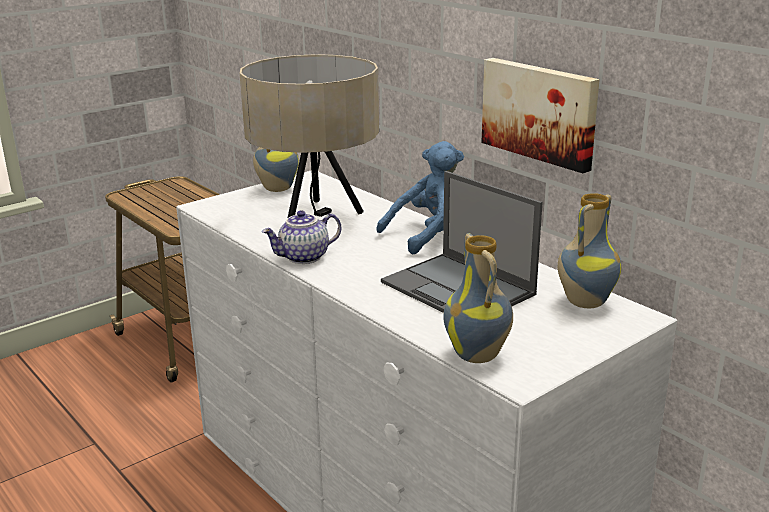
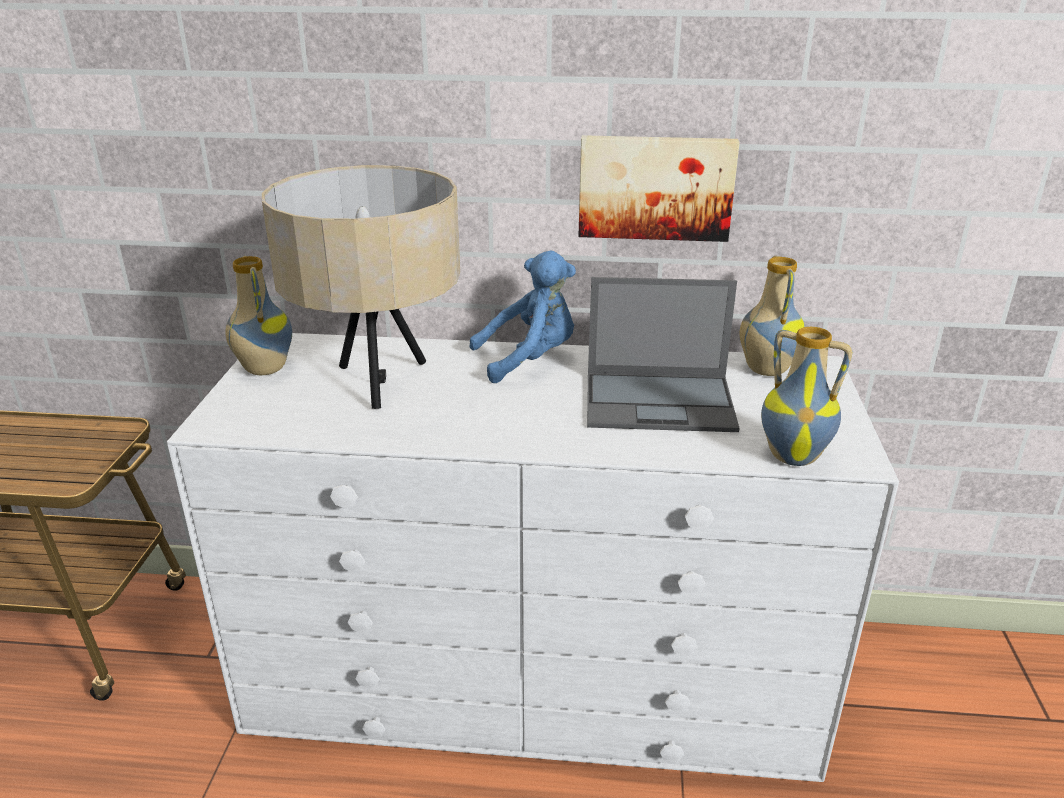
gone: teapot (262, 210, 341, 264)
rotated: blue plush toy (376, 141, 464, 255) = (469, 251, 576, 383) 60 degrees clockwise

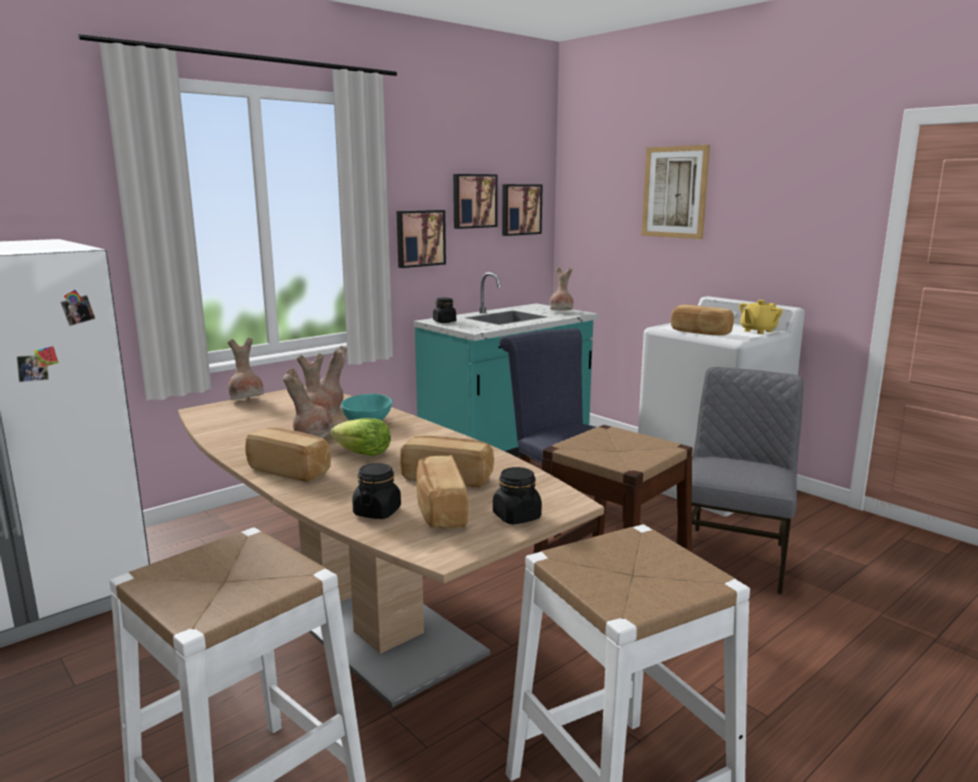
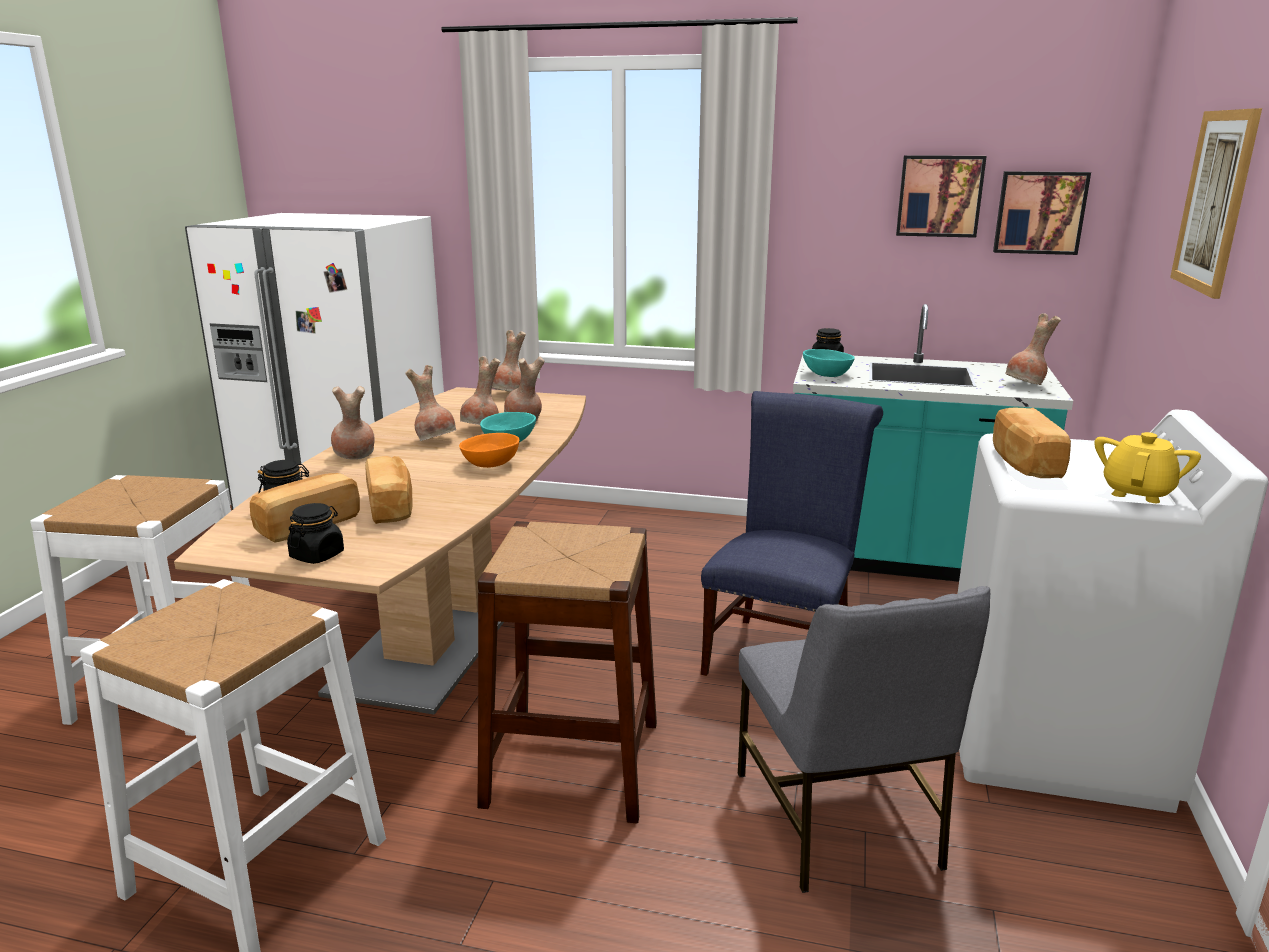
gone: picture (397, 210, 446, 268); lettuce (330, 418, 391, 456)
new: turquoise bowl (803, 349, 855, 377); orange bowl (459, 433, 519, 468)
swapped: bread (246, 428, 331, 482) to brown vase (331, 386, 375, 460)
rotated: yellow teapot (739, 300, 782, 334) = (1094, 432, 1201, 503) 105 degrees clockwise; grey chair (676, 367, 804, 594) = (738, 586, 990, 893) 90 degrees clockwise

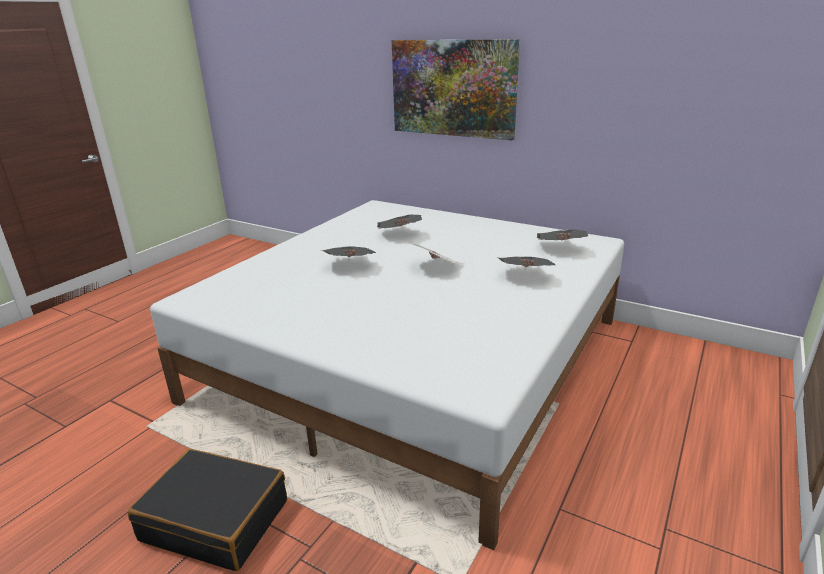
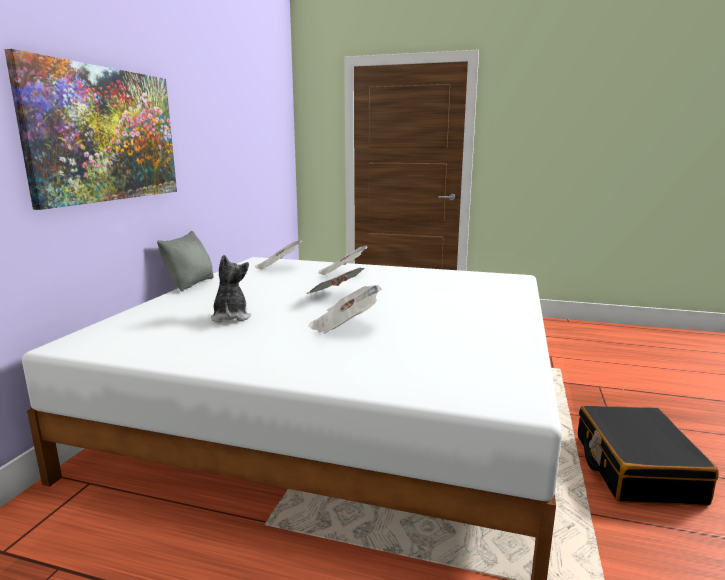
new: grey pillow (157, 231, 214, 292)
swapped: newspaper (377, 215, 422, 228) to plush toy (211, 255, 251, 322)

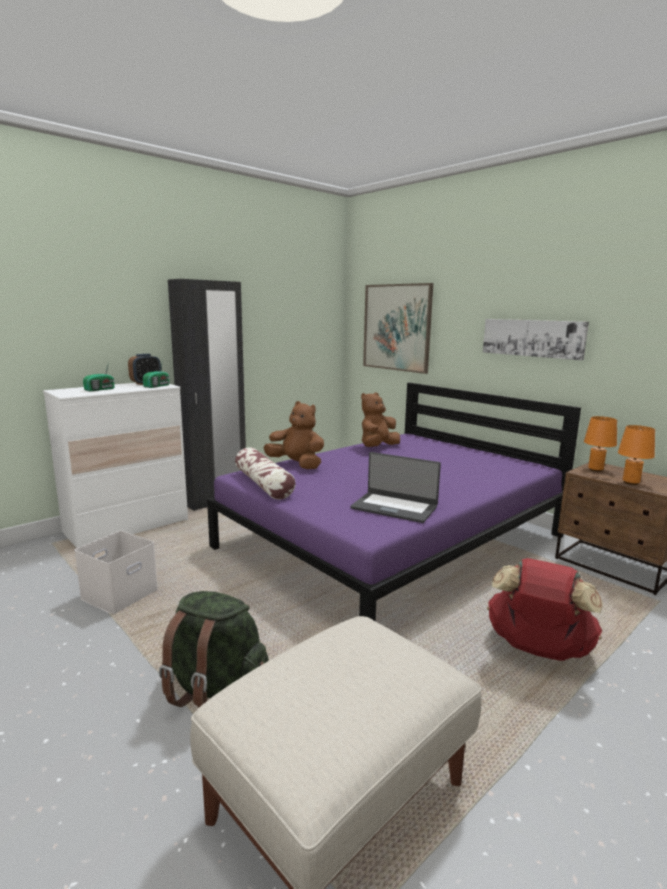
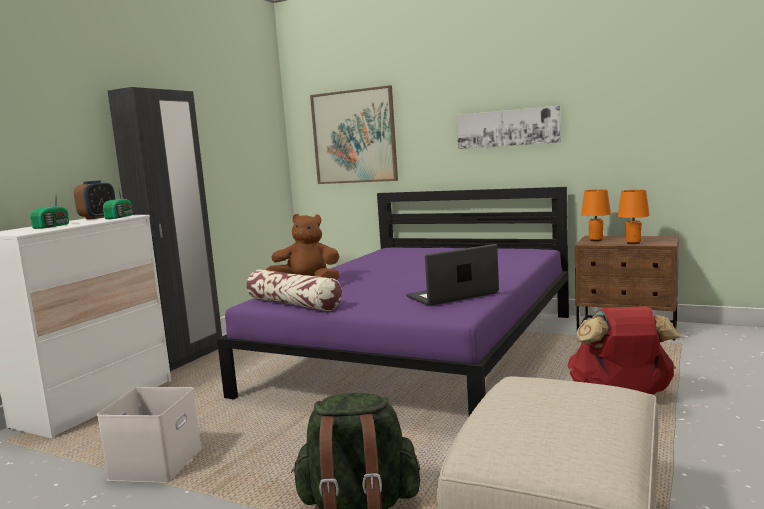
gone: brown plush toy (361, 392, 400, 447)
rotated: laptop (350, 452, 441, 523) = (406, 244, 499, 306) 150 degrees clockwise

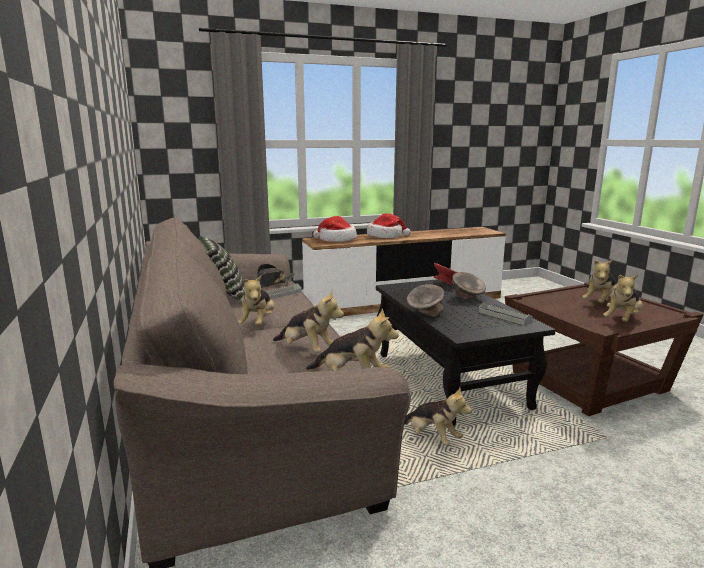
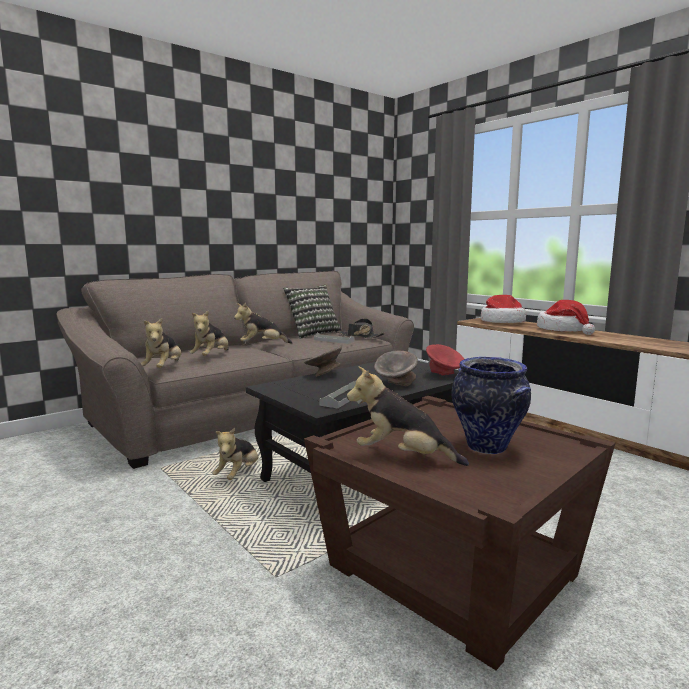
swapped: plush toy (582, 260, 617, 303) to vase (452, 357, 531, 454)

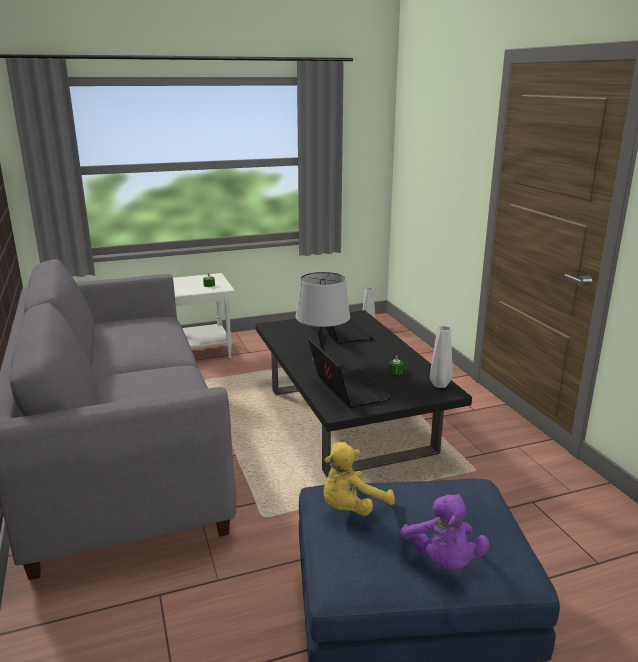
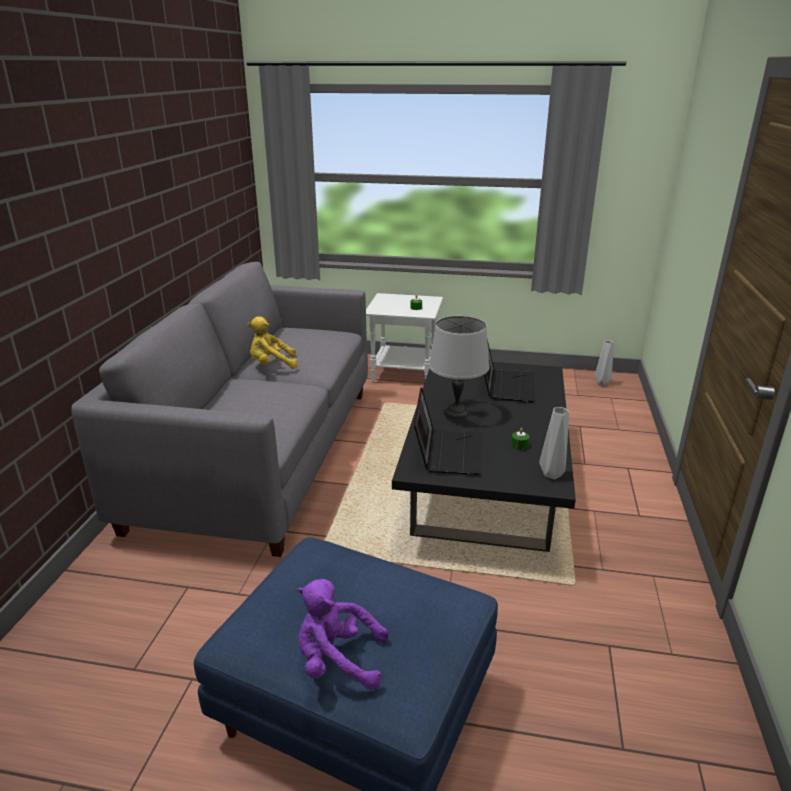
shifted: yellow plush toy (324, 442, 395, 516) to (248, 316, 298, 369)
rotated: purple plush toy (400, 494, 490, 570) = (297, 579, 388, 690) 75 degrees clockwise

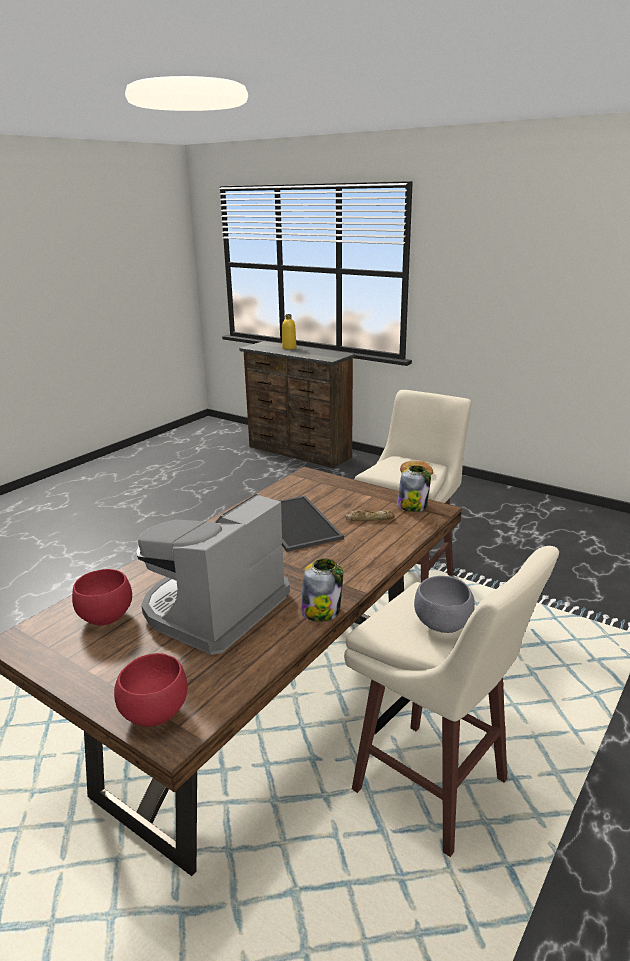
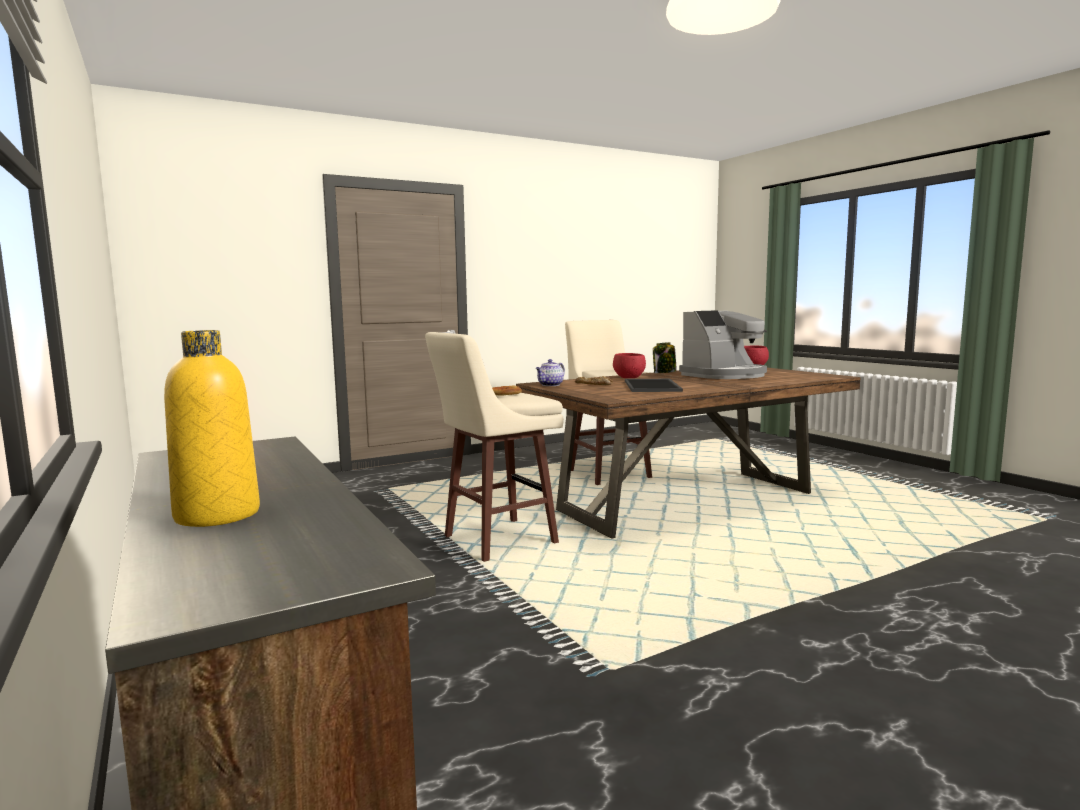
gone: grey bowl (414, 576, 475, 633)
shifted: red bowl (72, 569, 132, 625) to (613, 353, 646, 378)
swapped: jar (397, 465, 431, 512) to teapot (536, 359, 565, 386)

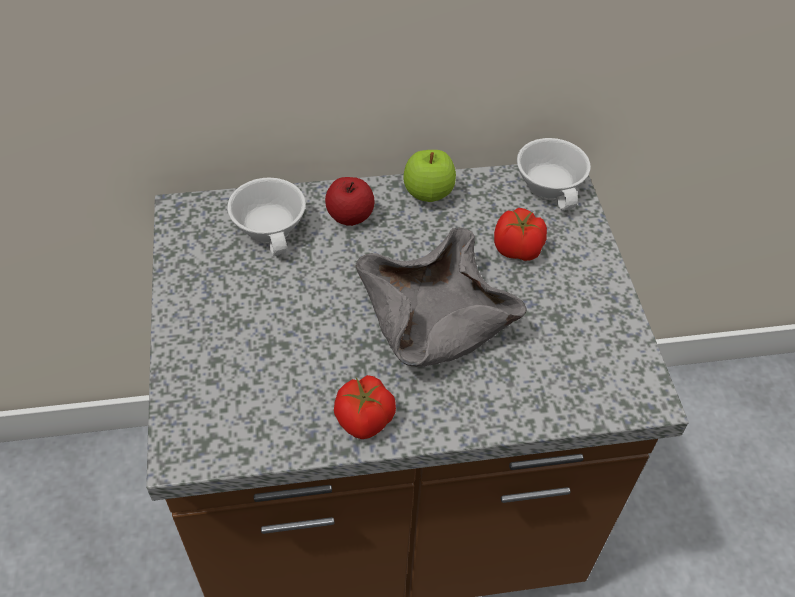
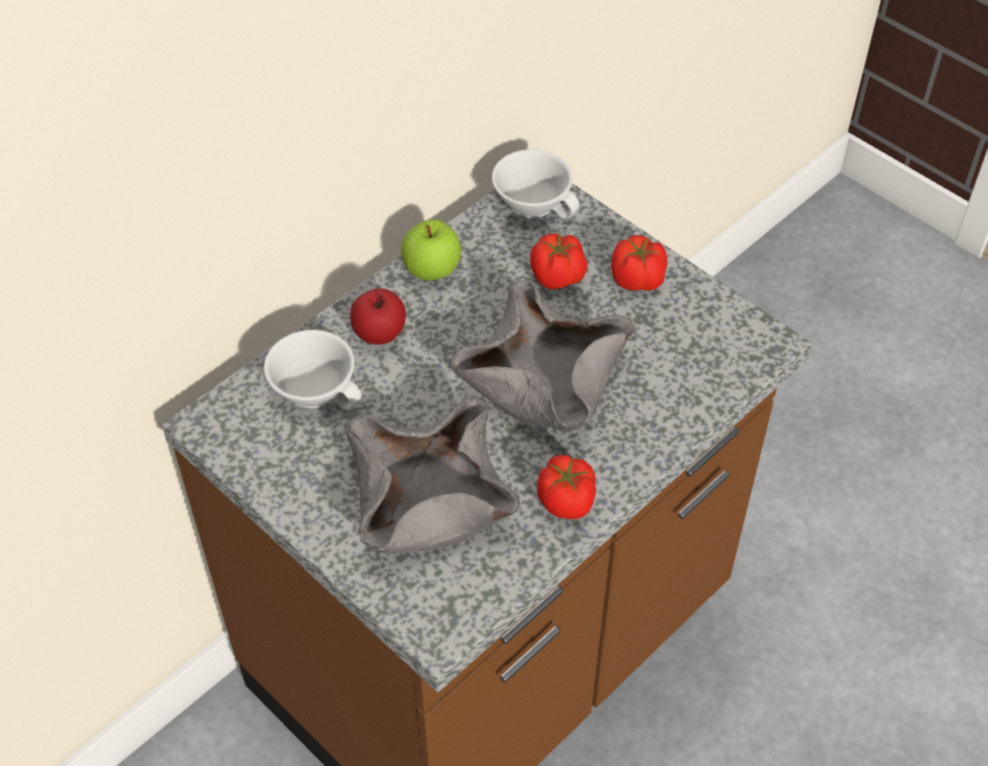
new: tomato (611, 235, 668, 291); grey bowl (345, 398, 520, 554)

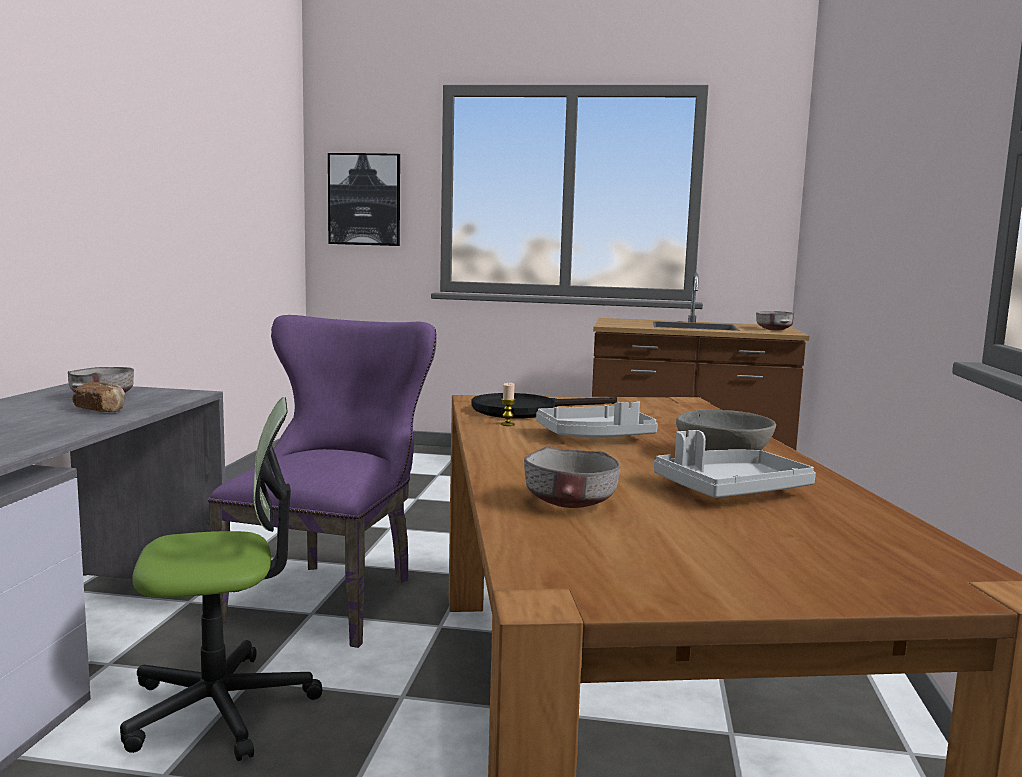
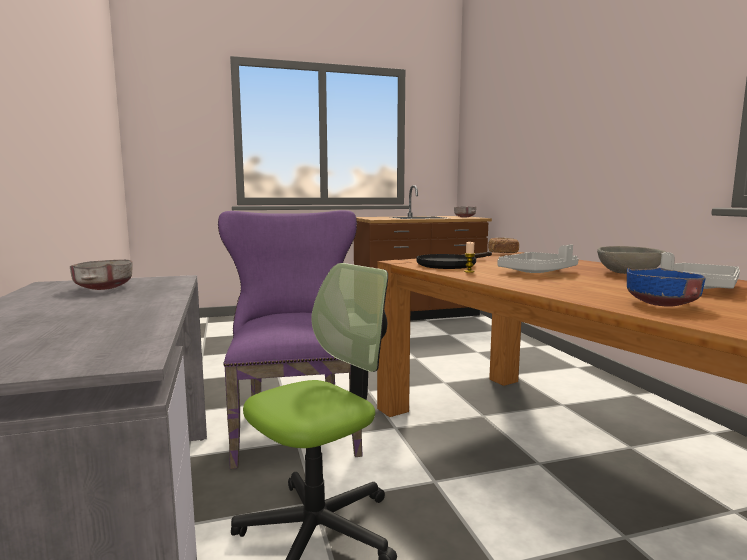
gone: picture (328, 153, 400, 246)
shifted: bread (72, 382, 125, 412) to (488, 238, 519, 253)
repainted: grey bowl (524, 446, 620, 508) to blue bowl (627, 268, 706, 307)

